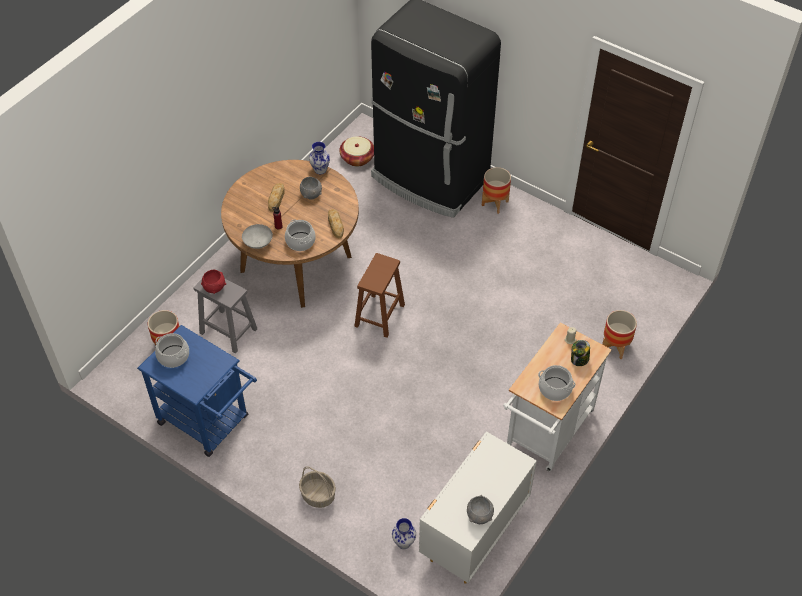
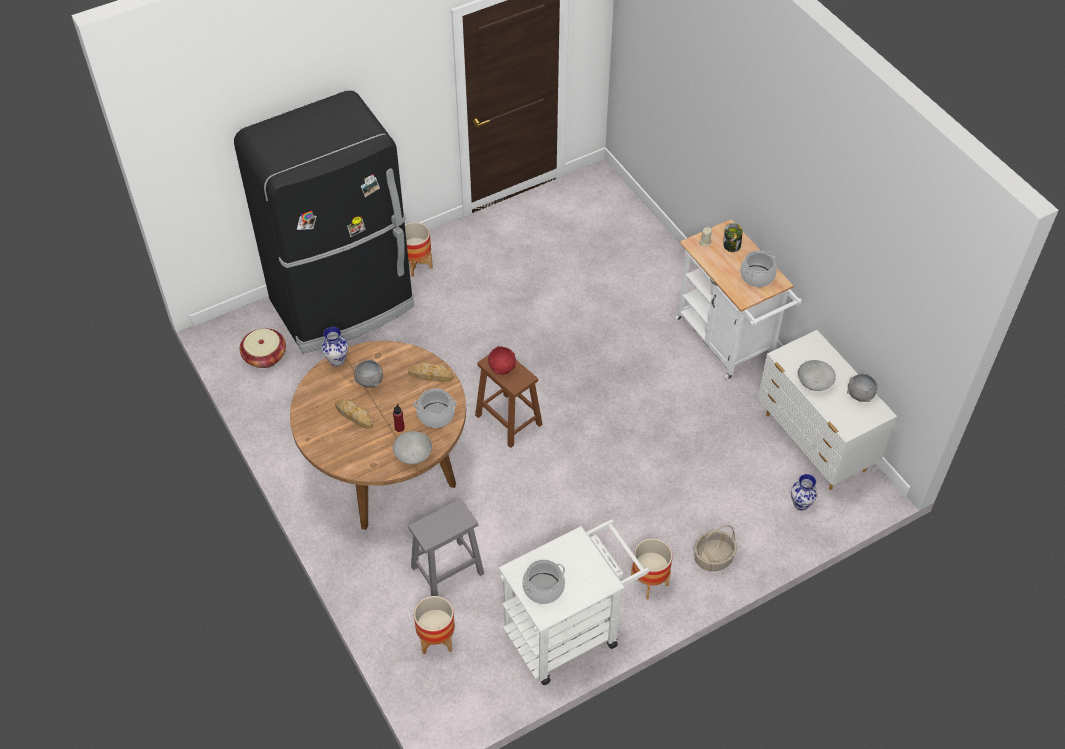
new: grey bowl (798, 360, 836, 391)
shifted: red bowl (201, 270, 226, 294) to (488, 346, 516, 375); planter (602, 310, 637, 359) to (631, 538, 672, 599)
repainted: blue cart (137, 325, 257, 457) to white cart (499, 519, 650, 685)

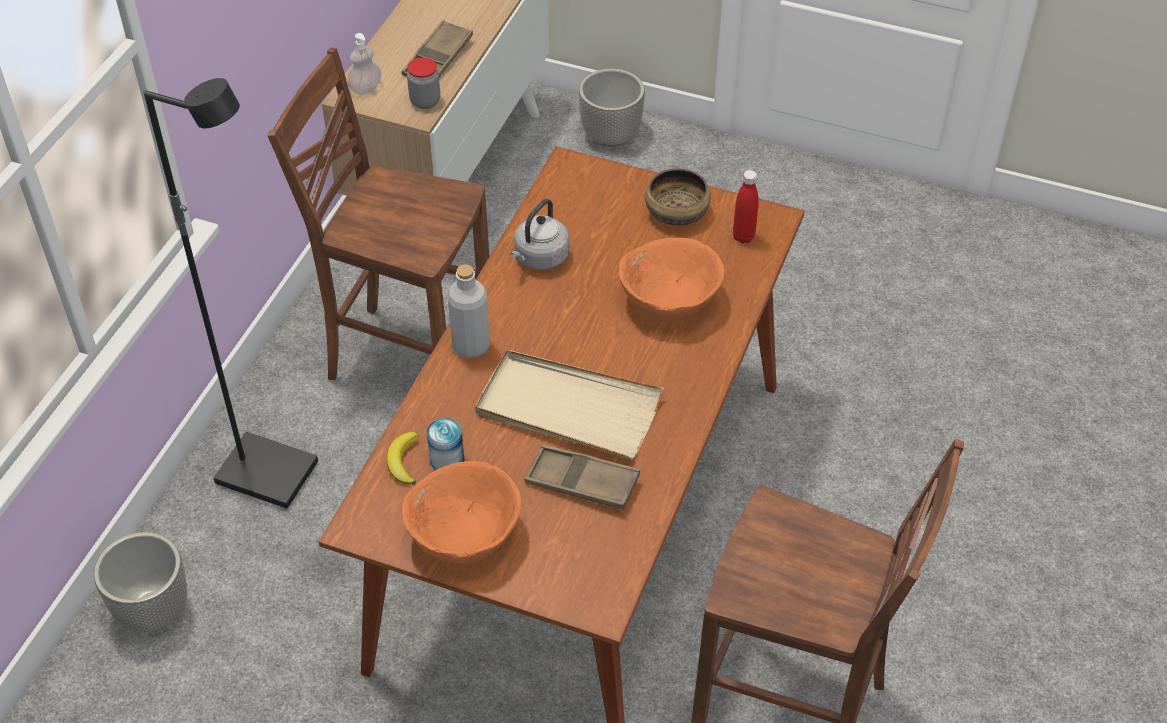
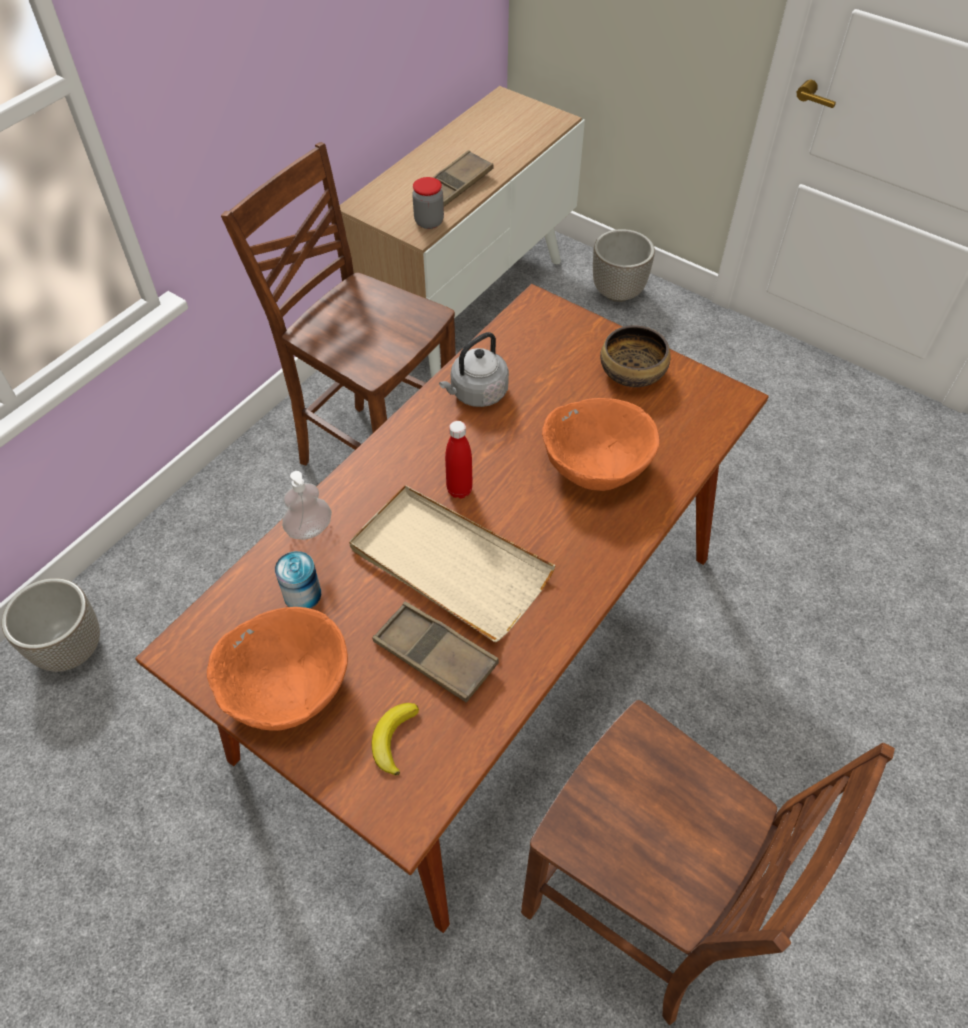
gone: black floor lamp (144, 78, 318, 509); grey bottle (447, 264, 490, 358)
shifted: soap dispenser (348, 33, 381, 95) to (282, 471, 332, 540); red bottle (733, 170, 759, 243) to (445, 421, 473, 499); banana (386, 432, 419, 485) to (372, 703, 419, 776)

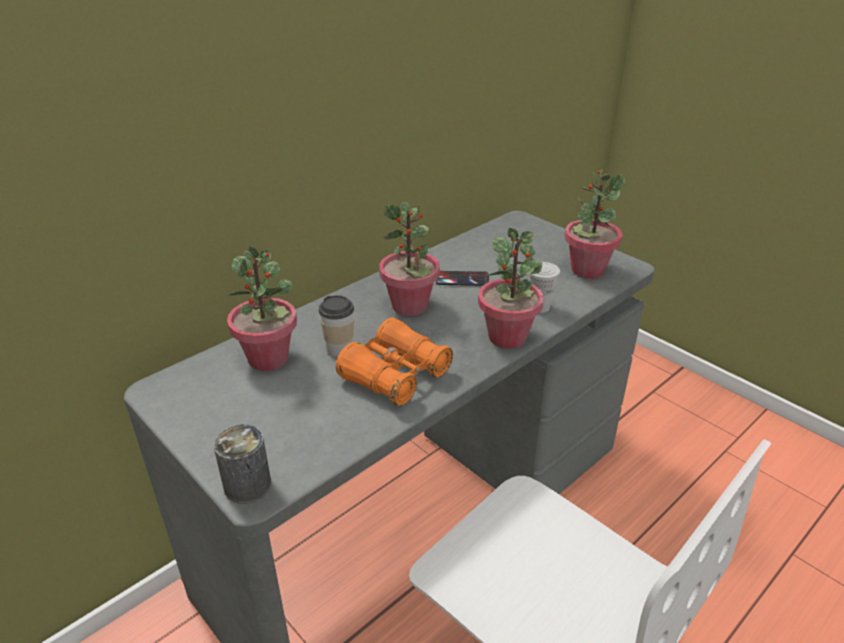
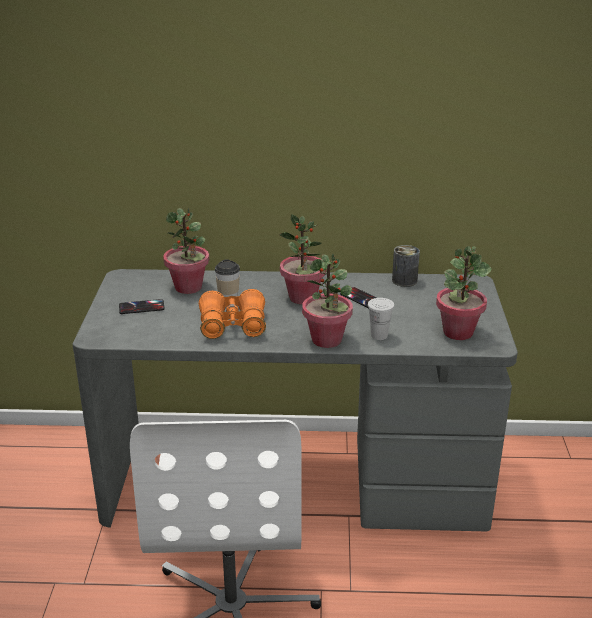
new: phone (119, 299, 165, 314)
shifted: can (214, 424, 271, 504) to (392, 245, 420, 287)

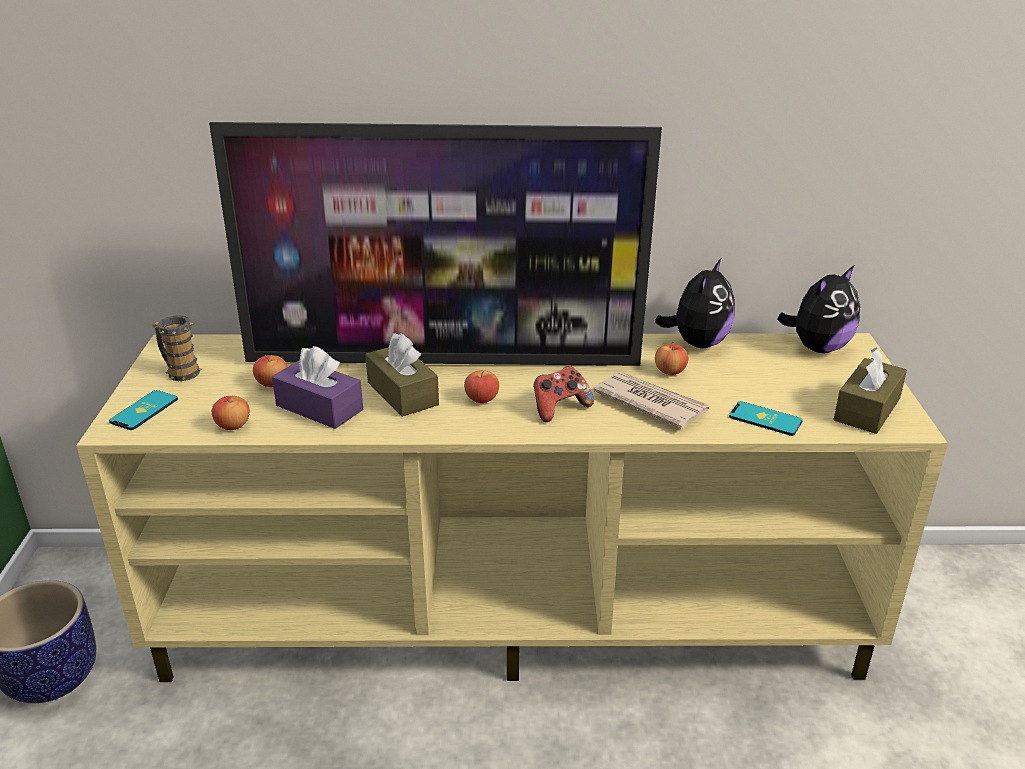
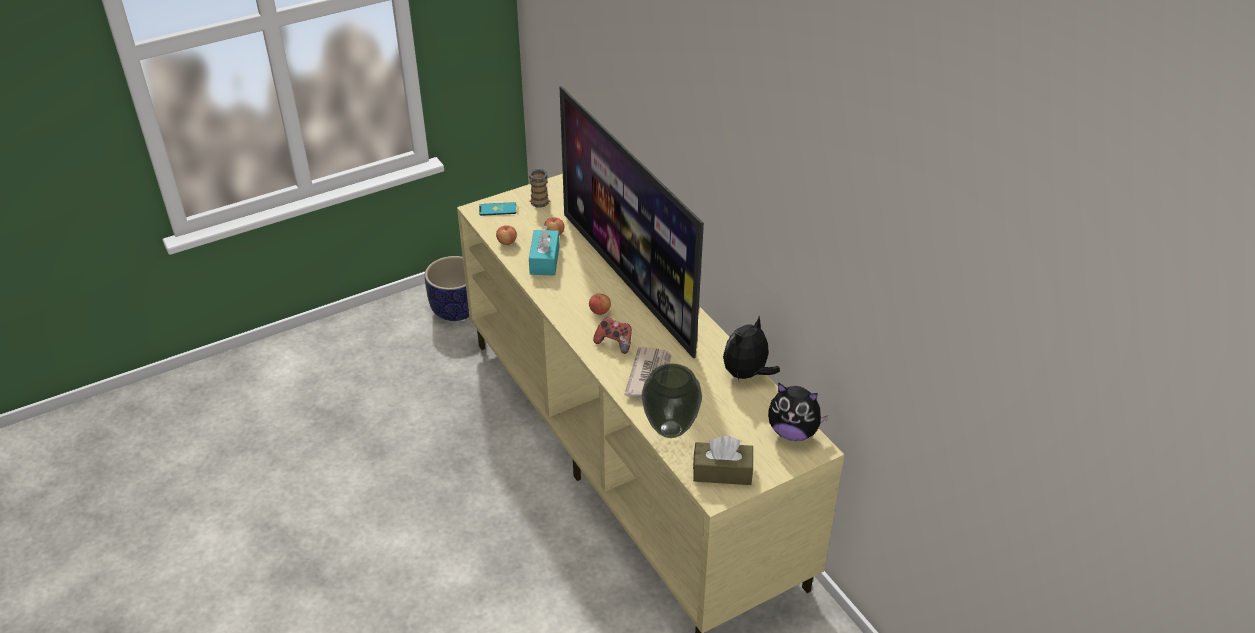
gone: brown tissue box (365, 333, 439, 417); apple (655, 342, 688, 375)
swapped: phone (729, 401, 803, 436) to vase (641, 364, 702, 438)
repainted: purple tissue box (272, 346, 363, 429) to turquoise tissue box (529, 225, 560, 275)
rotated: plush toy (655, 259, 735, 348) = (723, 316, 780, 380) 135 degrees clockwise

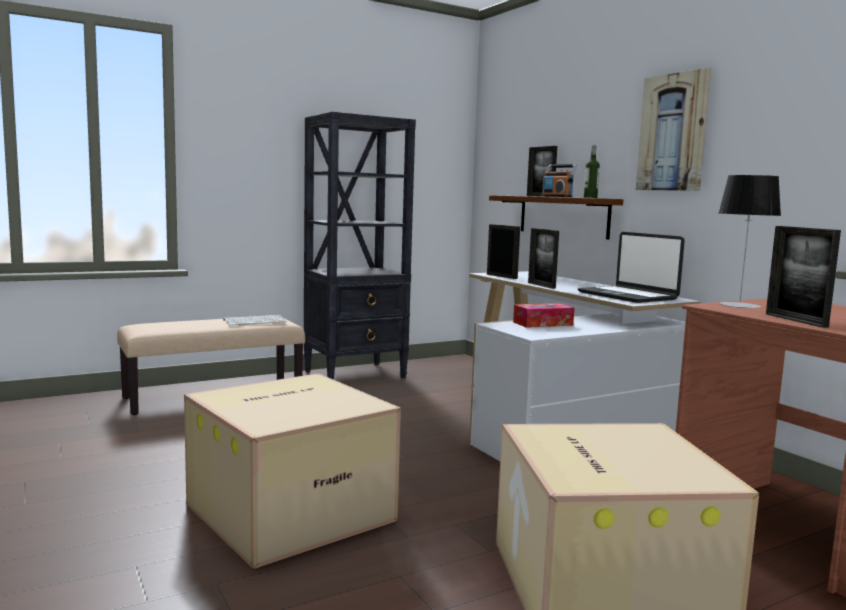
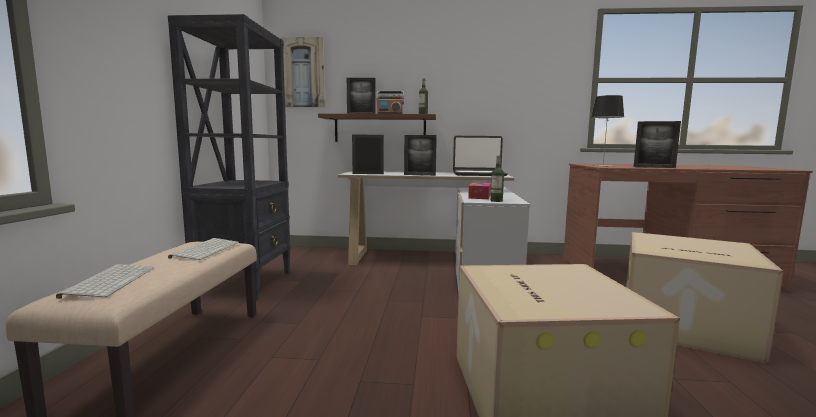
new: bottle (491, 155, 504, 202); keyboard (56, 264, 155, 299)
shifted: picture (636, 68, 711, 191) to (279, 37, 325, 107)

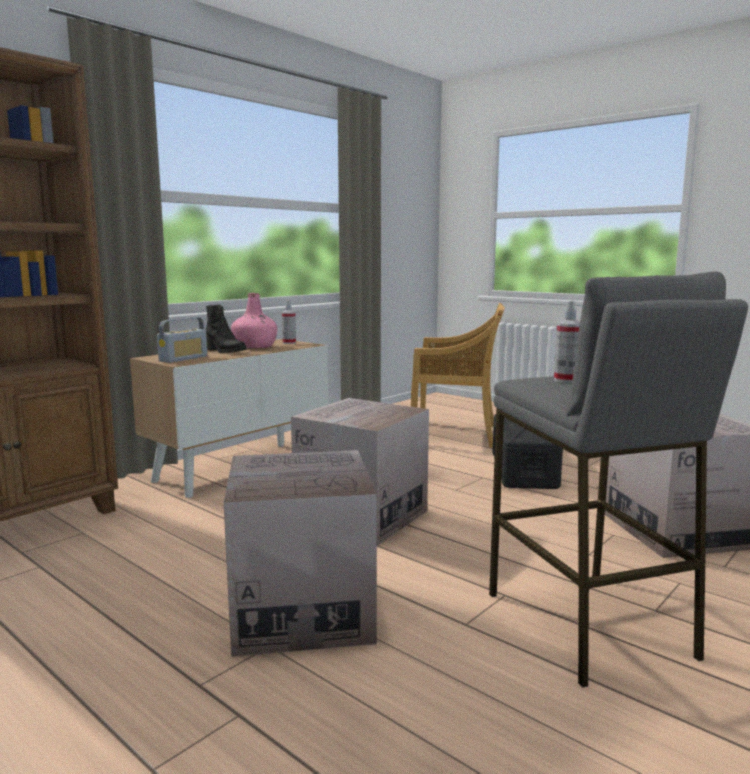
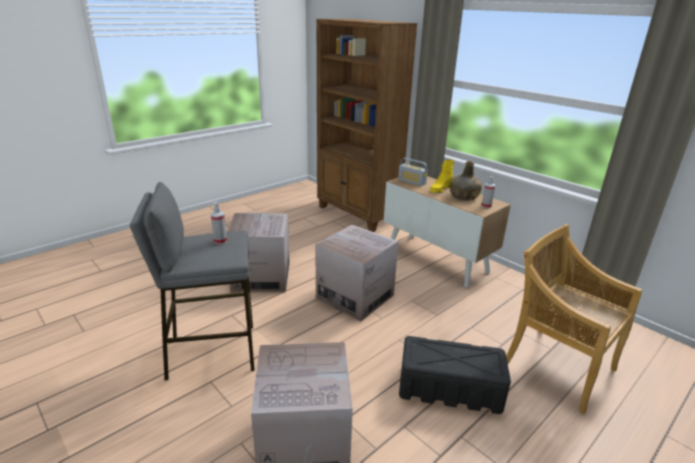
repainted: pink bottle (231, 293, 277, 348) to green bottle (450, 161, 482, 200); black boot (205, 304, 246, 353) to yellow boot (430, 160, 454, 193)
rotated: beige chair (411, 303, 505, 448) = (506, 224, 642, 414) 120 degrees clockwise

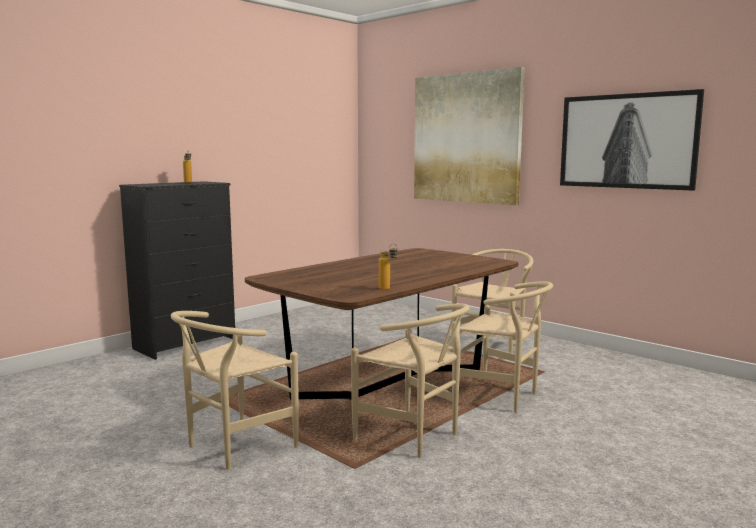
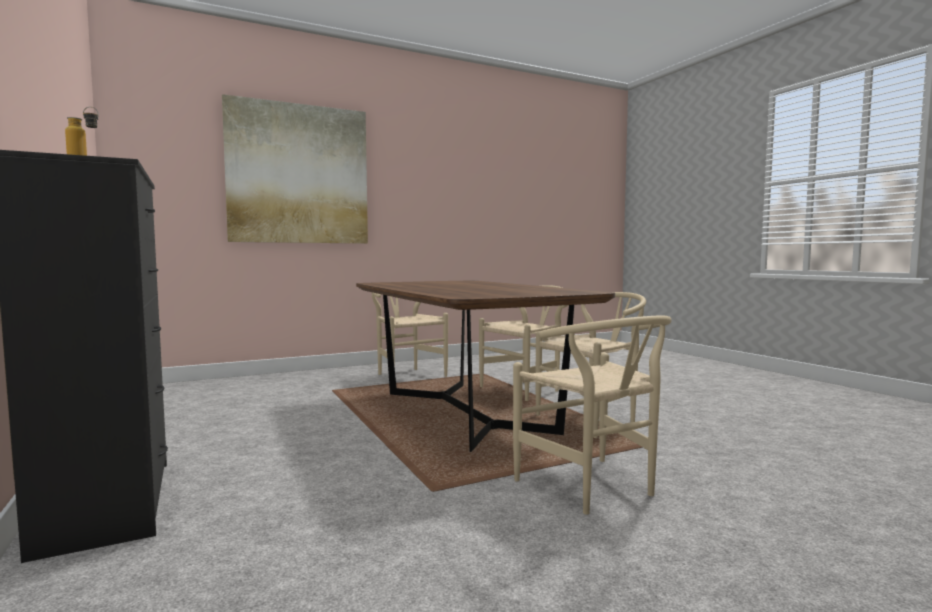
gone: picture (560, 89, 704, 191); bottle (379, 244, 398, 290)

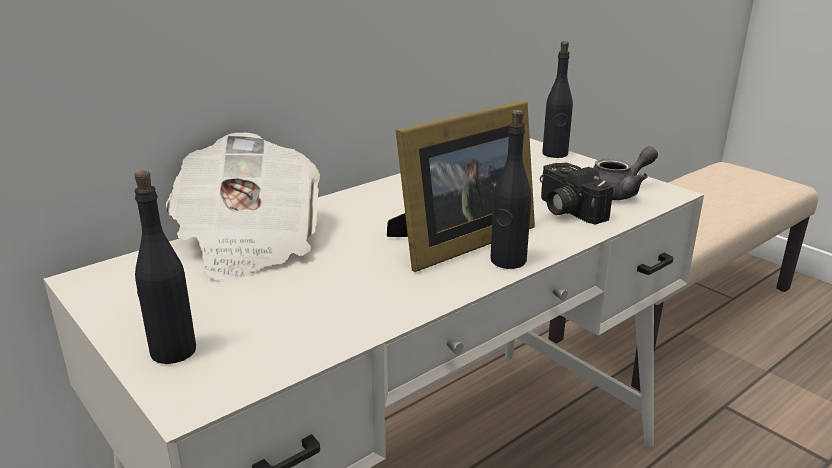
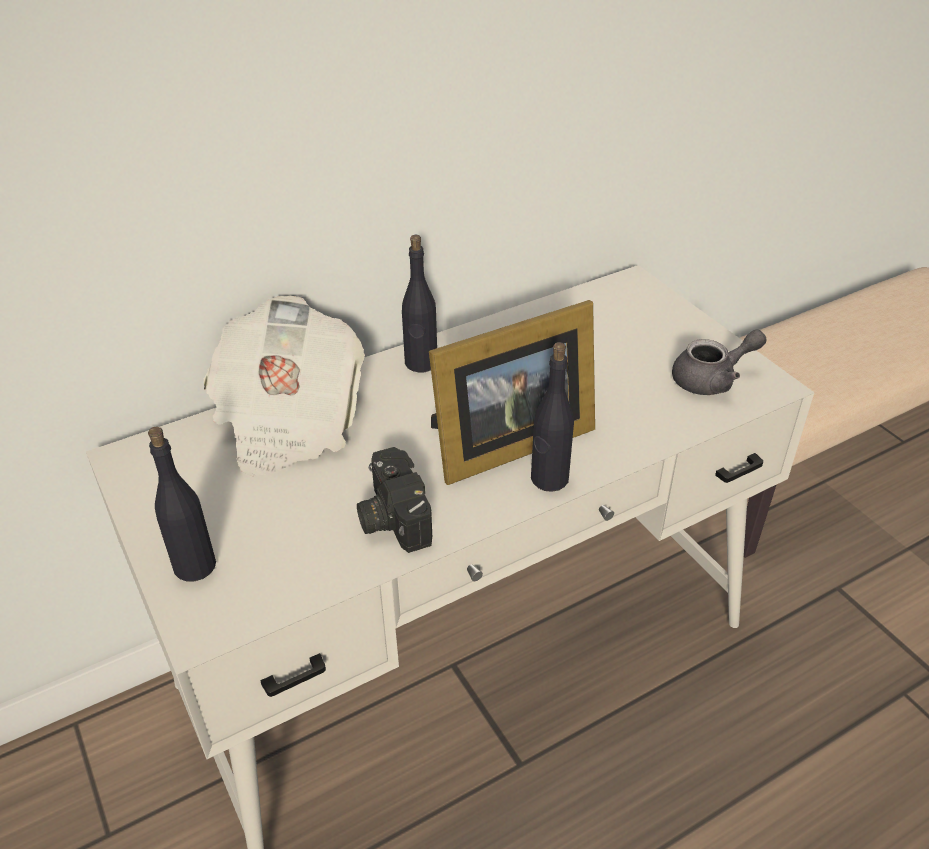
shifted: black bottle (542, 41, 573, 158) to (402, 235, 437, 372); photo camera (540, 163, 613, 225) to (357, 447, 432, 553)

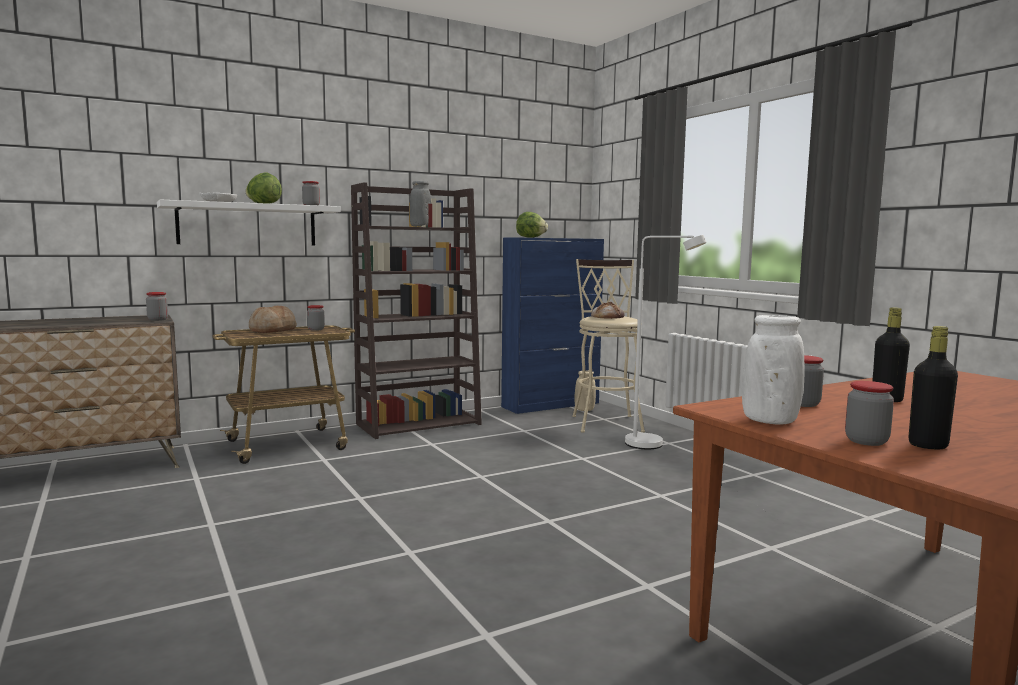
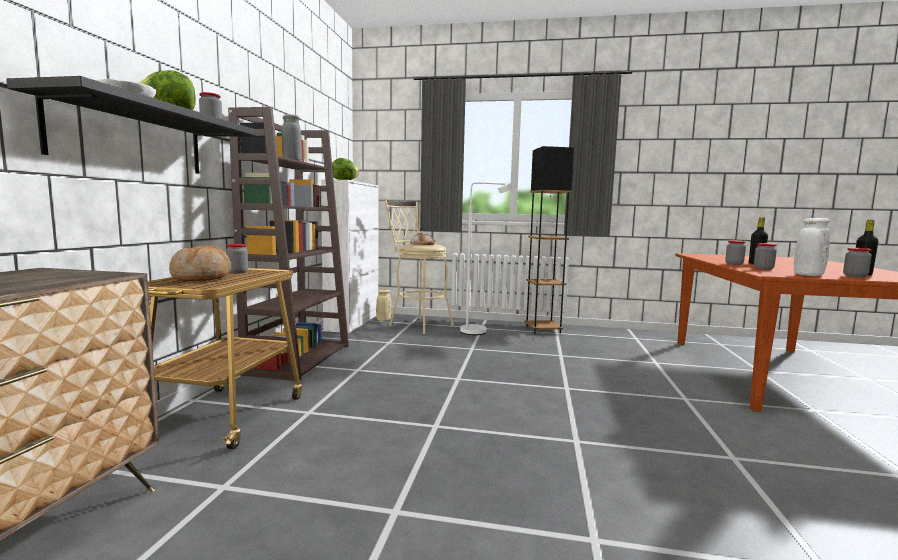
new: black floor lamp (524, 146, 574, 334)
shifted: jar (146, 292, 168, 321) to (725, 240, 746, 265)
repainted: white shelf (157, 199, 341, 246) to black shelf (7, 76, 257, 174); blue cabinet (501, 238, 604, 414) to white cabinet (321, 179, 378, 333)

